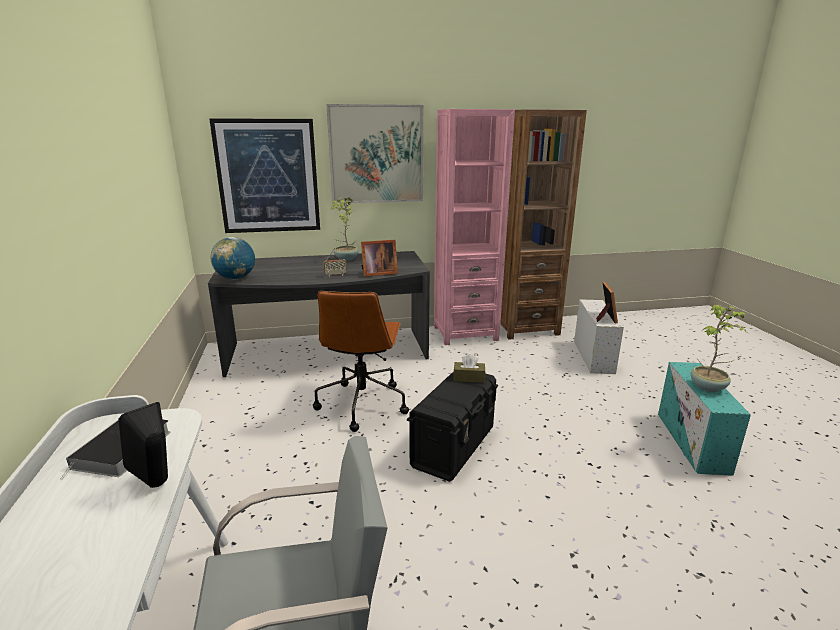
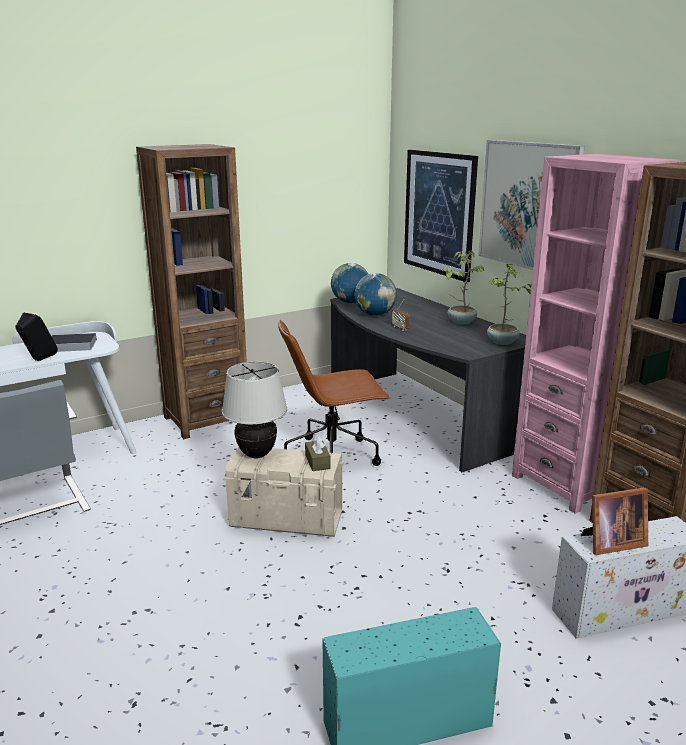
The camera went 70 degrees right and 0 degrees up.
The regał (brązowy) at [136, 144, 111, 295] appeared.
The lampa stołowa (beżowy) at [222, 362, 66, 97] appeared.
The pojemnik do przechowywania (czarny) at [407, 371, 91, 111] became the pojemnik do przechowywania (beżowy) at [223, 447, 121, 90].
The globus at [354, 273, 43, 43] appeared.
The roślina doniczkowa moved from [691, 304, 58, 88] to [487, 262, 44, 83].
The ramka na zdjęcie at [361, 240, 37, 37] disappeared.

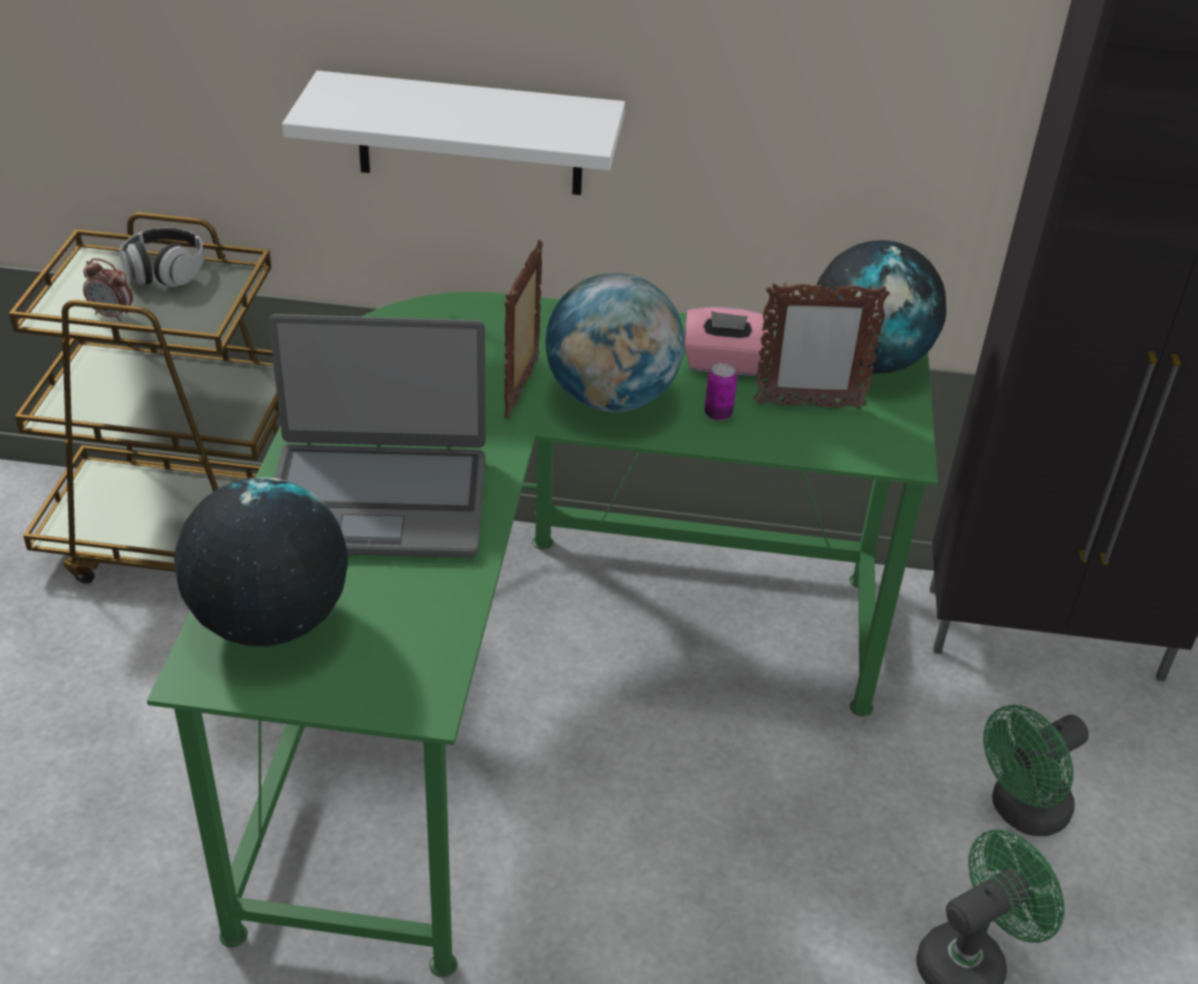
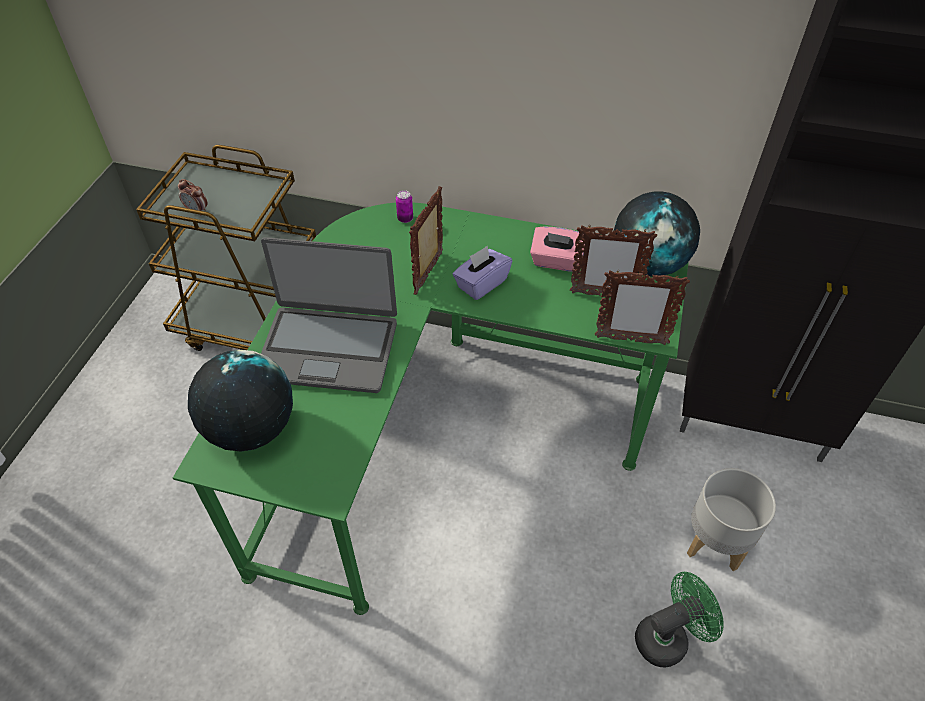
The camera went 10 degrees right and 10 degrees up.
The puszka moved from [704, 363, 33, 58] to [396, 190, 17, 33].
The globus at [545, 273, 139, 139] was replaced by the pudełko chusteczek (fioletowy) at [453, 246, 59, 54].
The ramka na zdjęcie at [595, 270, 95, 75] appeared.
The wentylator (zielony) at [983, 705, 106, 131] was replaced by the donica (szary) at [687, 468, 89, 103].
The słuchawki at [119, 227, 85, 60] disappeared.
The półka (biały) at [282, 71, 343, 124] disappeared.

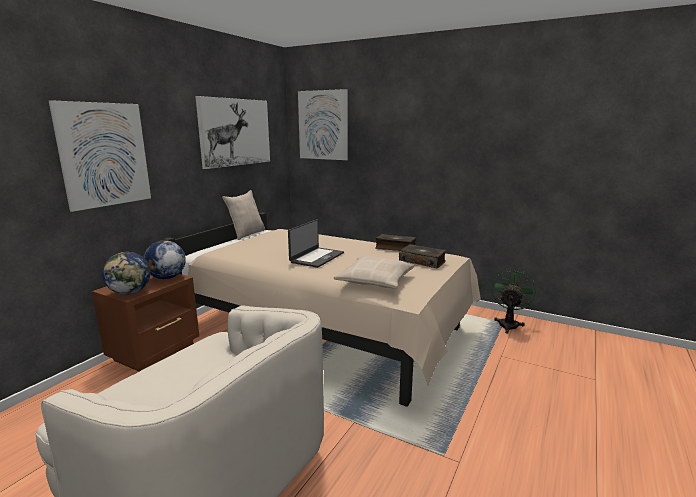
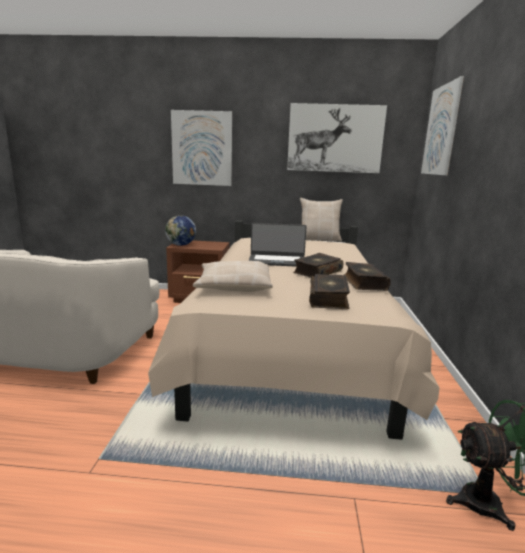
The camera went 65 degrees right and 0 degrees up.
The książka at [293, 253, 51, 25] appeared.
The globus at [143, 240, 43, 39] disappeared.

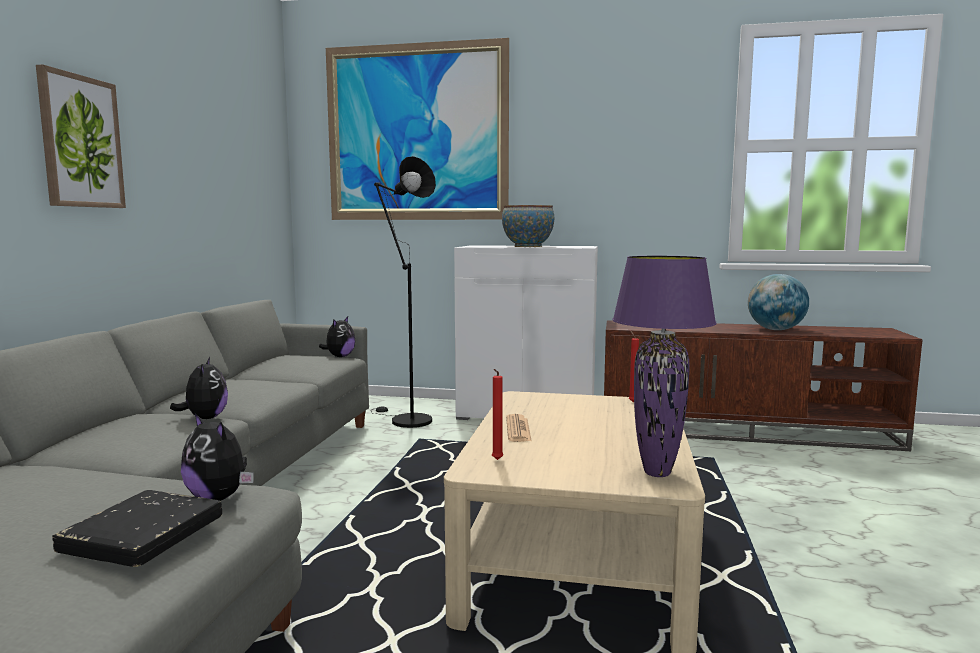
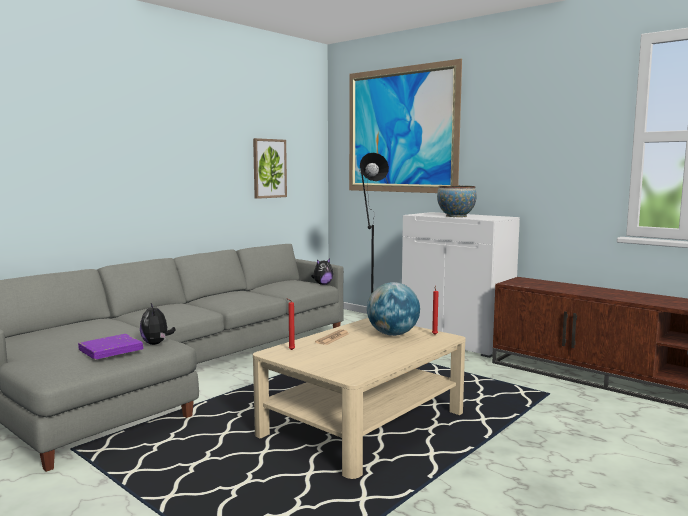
The camera went 30 degrees right and 0 degrees up.
The książka (czarny) at [52, 490, 170, 77] became the książka (fioletowy) at [78, 334, 65, 25].
The obraz moved from [36, 64, 90, 144] to [253, 138, 34, 61].
The globus moved from [748, 274, 61, 56] to [367, 282, 53, 54].
The pluszak at [170, 357, 58, 62] disappeared.
The lampa stołowa (fioletowy) at [612, 256, 105, 221] disappeared.

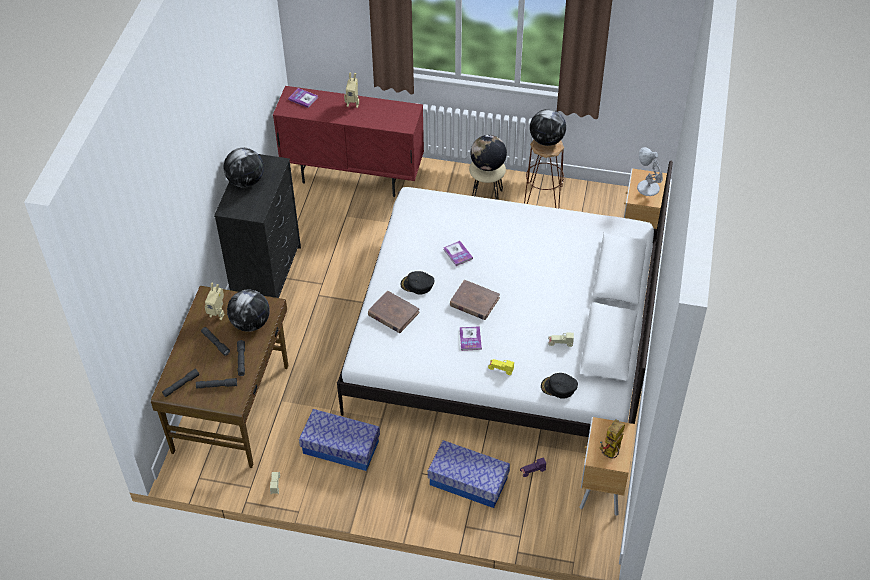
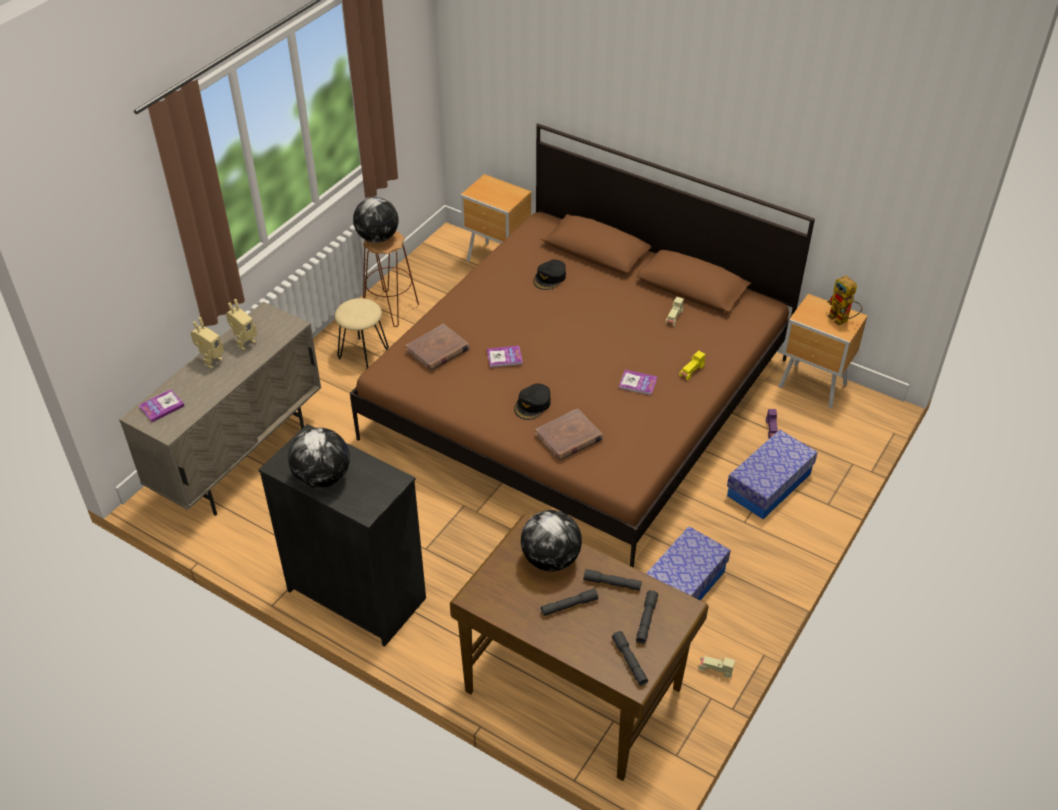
The camera went 70 degrees left and 5 degrees down.
The szafka (czerwony) at [273, 86, 151, 111] became the szafka (beżowy) at [119, 302, 202, 214].
The robot zabawkowy moved from [205, 282, 20, 38] to [226, 299, 31, 52].
The łóżko (biały) at [337, 160, 336, 277] became the łóżko (brązowy) at [350, 123, 465, 445].
The książka (brązowy) moved from [450, 280, 50, 40] to [406, 324, 64, 47].
The czapka z daszkiem (czarny) moved from [541, 373, 37, 26] to [533, 260, 33, 30].
The globus at [470, 135, 37, 36] disappeared.
The lampa stołowa (biały) at [637, 147, 26, 49] disappeared.

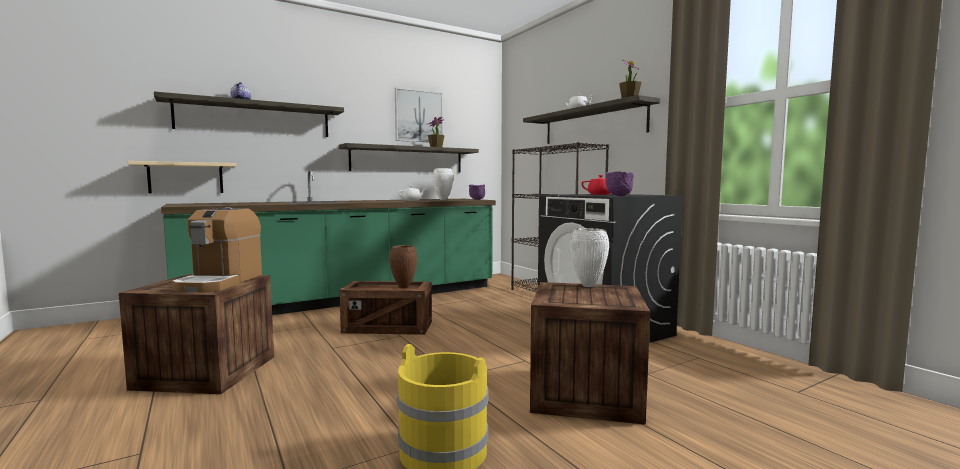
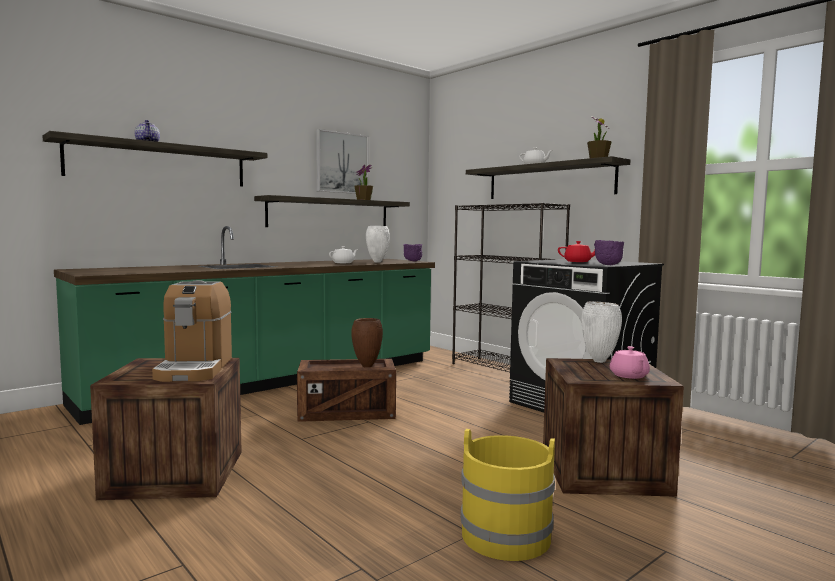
The camera went 10 degrees left and 0 degrees up.
The imbryk (różowy) at [610, 346, 40, 33] appeared.
The półka (beżowy) at [128, 161, 108, 33] disappeared.

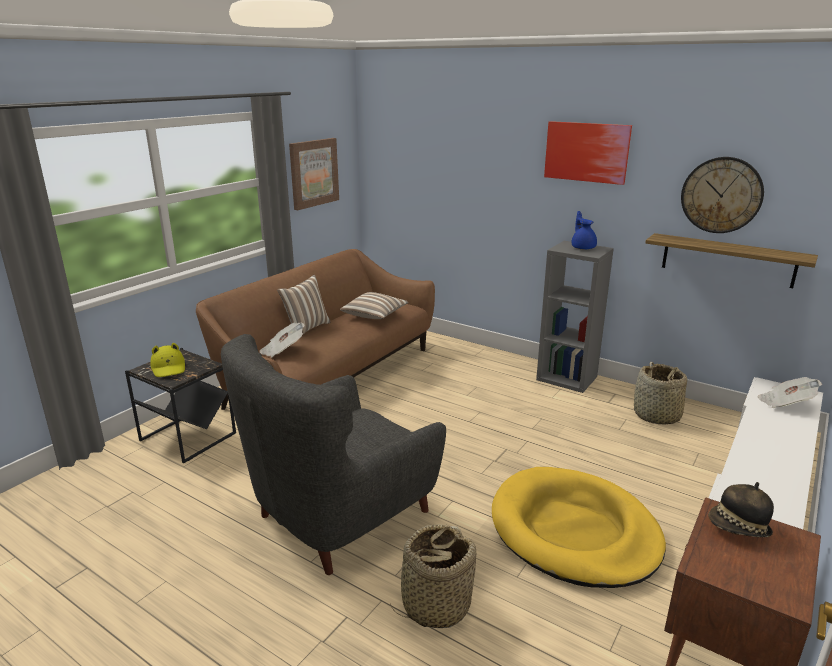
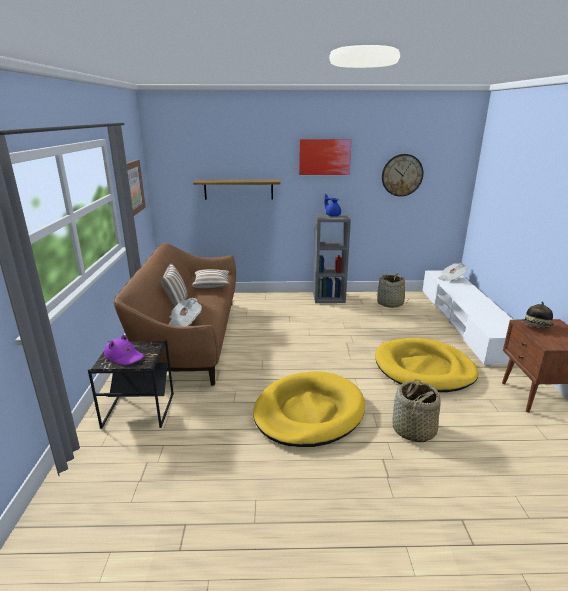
The camera went 35 degrees left and 0 degrees up.
The kapelusz (żółty) at [150, 343, 35, 34] became the kapelusz (fioletowy) at [104, 335, 40, 30].
The półka moved from [646, 233, 172, 55] to [193, 179, 88, 21].
The fotel (szary) at [221, 334, 225, 241] was replaced by the legowisko (żółty) at [253, 371, 112, 76].

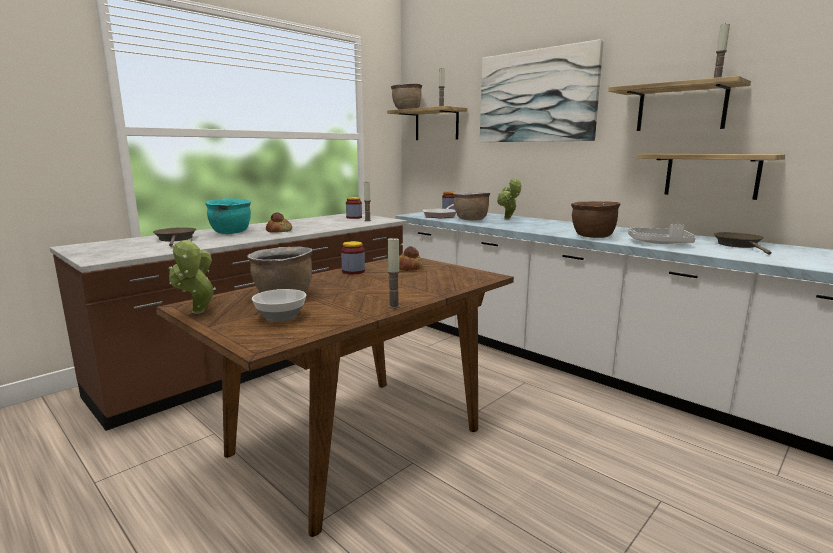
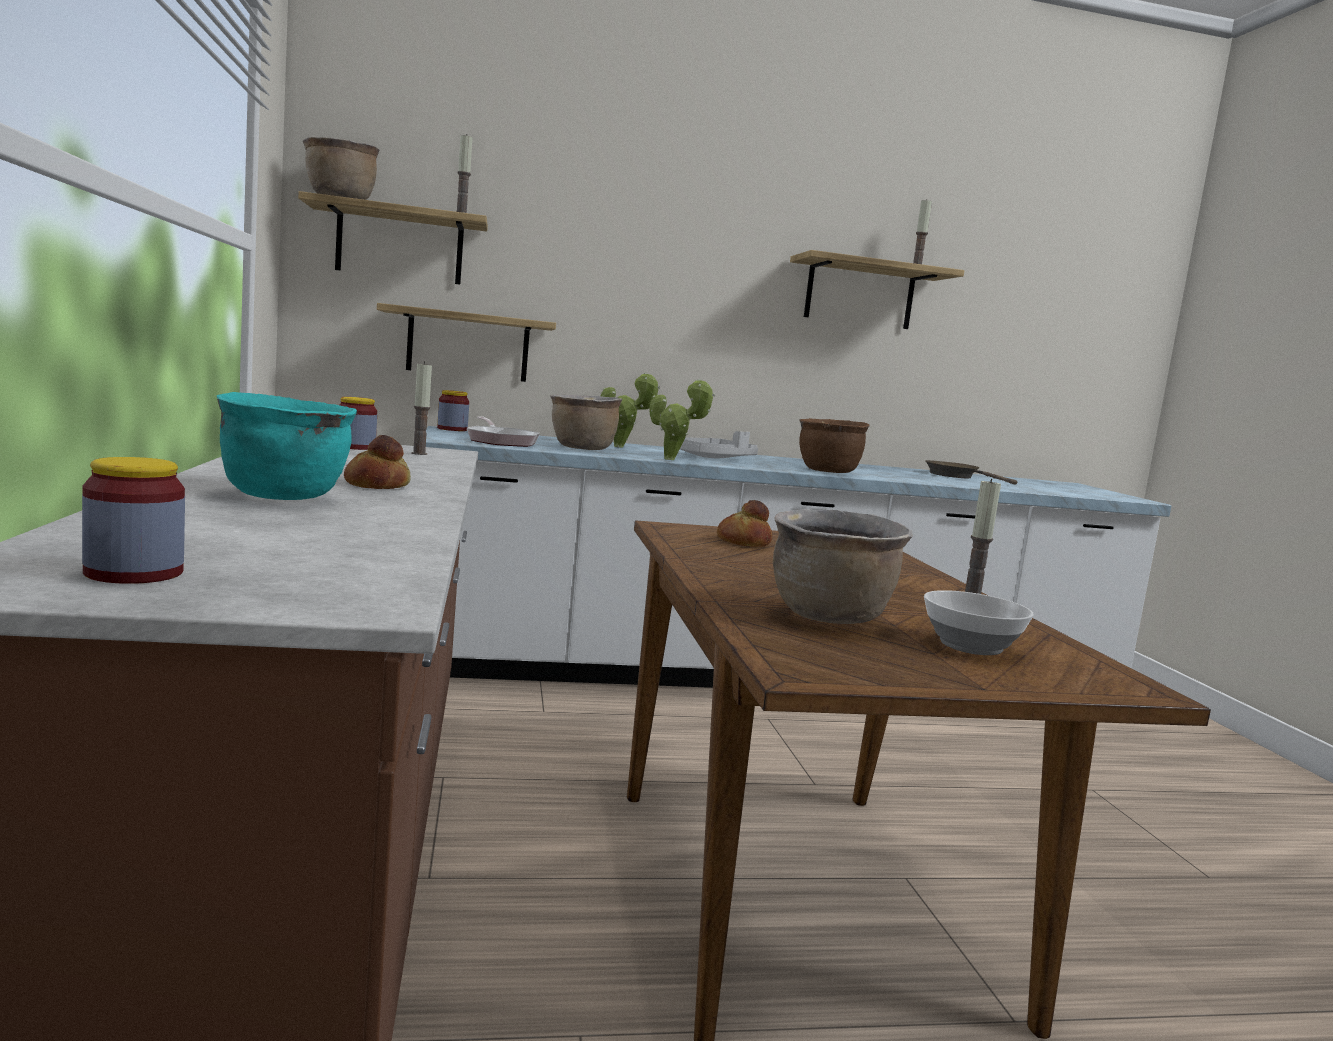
The camera went 55 degrees left and 5 degrees down.
The słoik moved from [341, 241, 24, 33] to [82, 457, 103, 127].
The półka moved from [637, 154, 148, 46] to [377, 303, 179, 79].
The roślina doniczkowa moved from [168, 238, 48, 76] to [649, 379, 66, 81].
The taca (szary) moved from [628, 224, 68, 20] to [680, 431, 78, 27].
The patelnia (brązowy) at [153, 227, 43, 20] disappeared.
The obraz at [480, 39, 124, 103] disappeared.

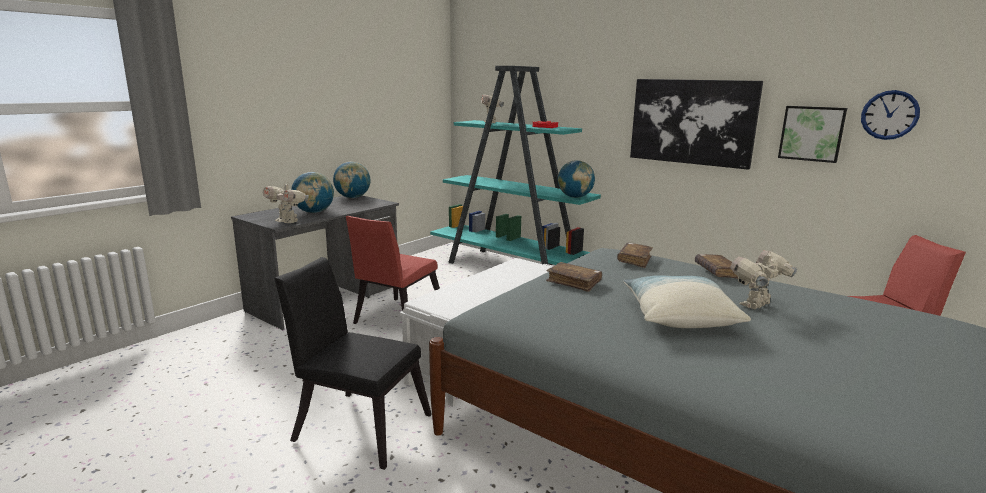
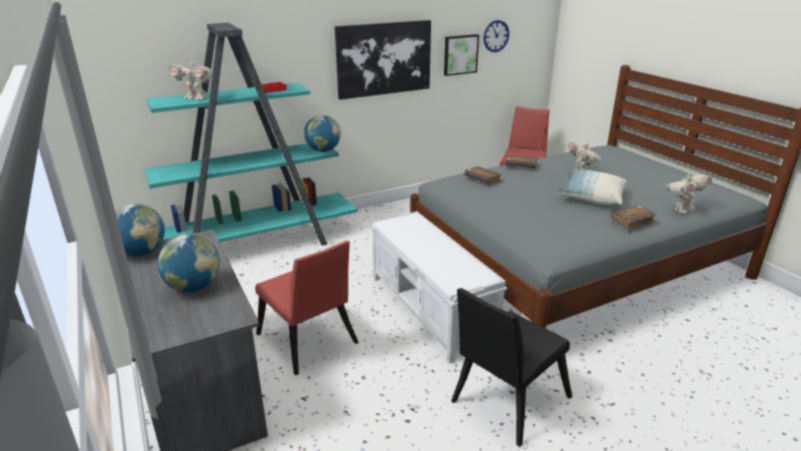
The camera went 65 degrees left and 10 degrees up.
The książka (brązowy) moved from [546, 262, 56, 30] to [611, 205, 46, 25].
The robot zabawkowy moved from [263, 183, 46, 40] to [666, 170, 46, 44].

